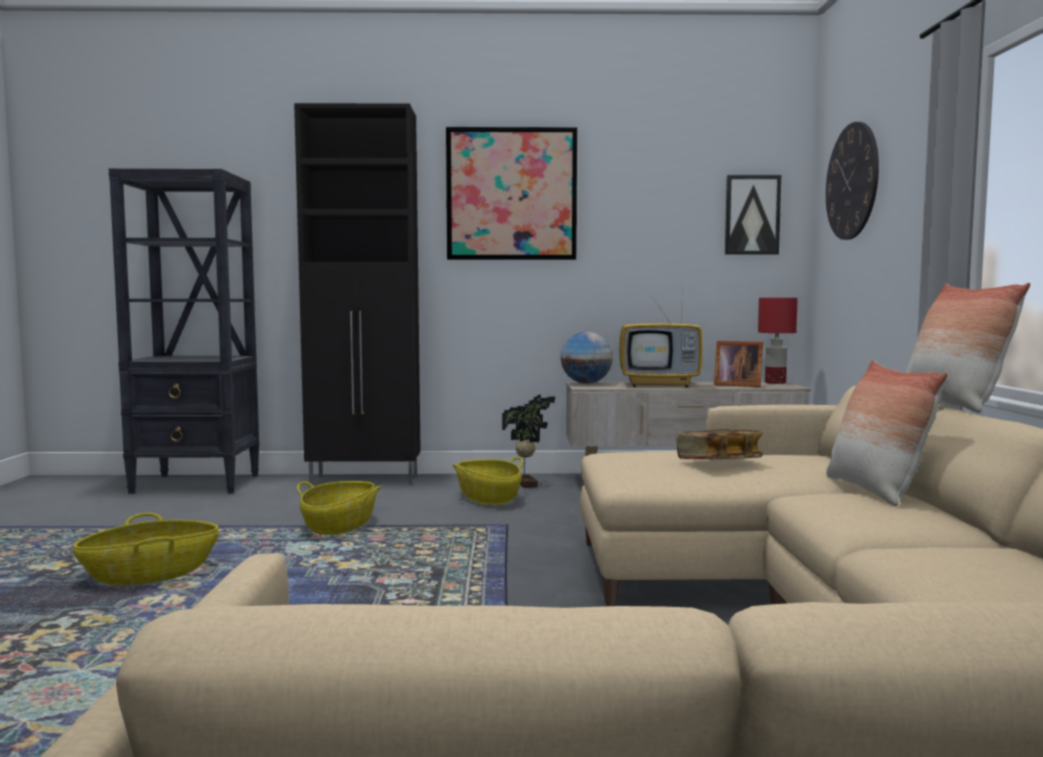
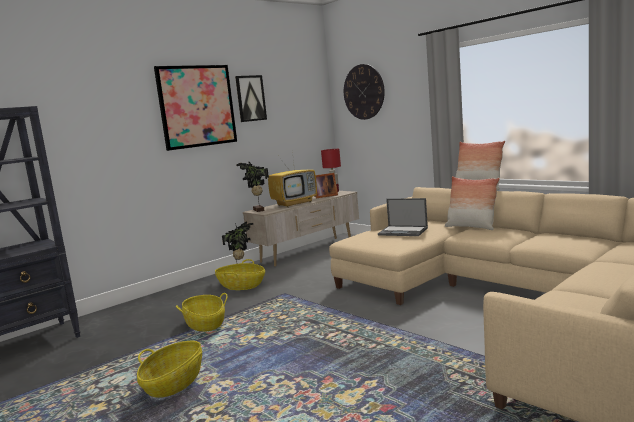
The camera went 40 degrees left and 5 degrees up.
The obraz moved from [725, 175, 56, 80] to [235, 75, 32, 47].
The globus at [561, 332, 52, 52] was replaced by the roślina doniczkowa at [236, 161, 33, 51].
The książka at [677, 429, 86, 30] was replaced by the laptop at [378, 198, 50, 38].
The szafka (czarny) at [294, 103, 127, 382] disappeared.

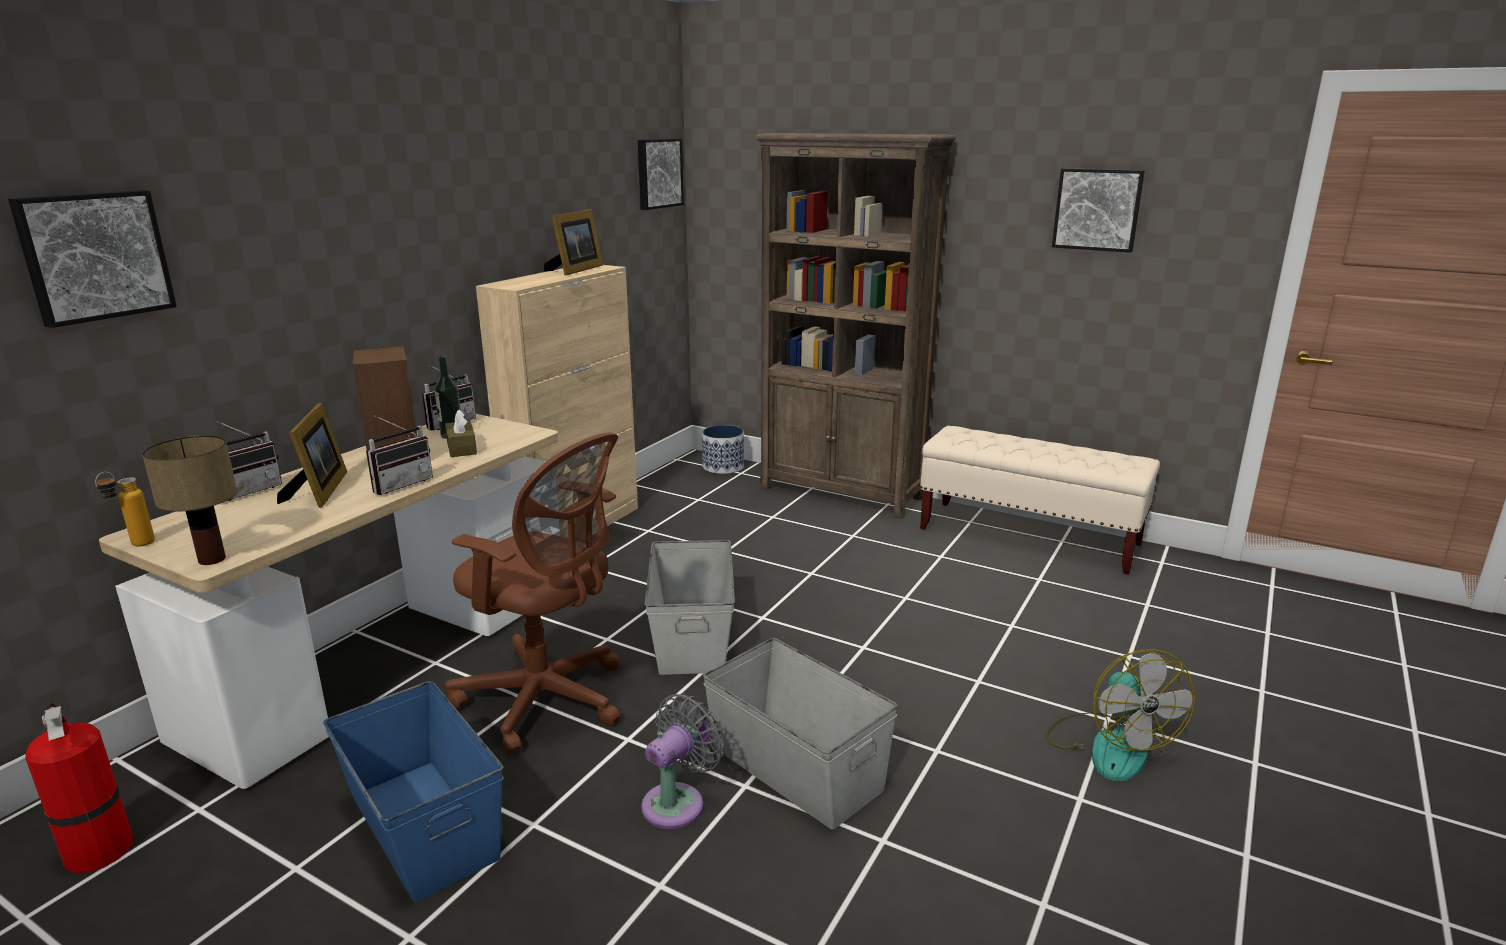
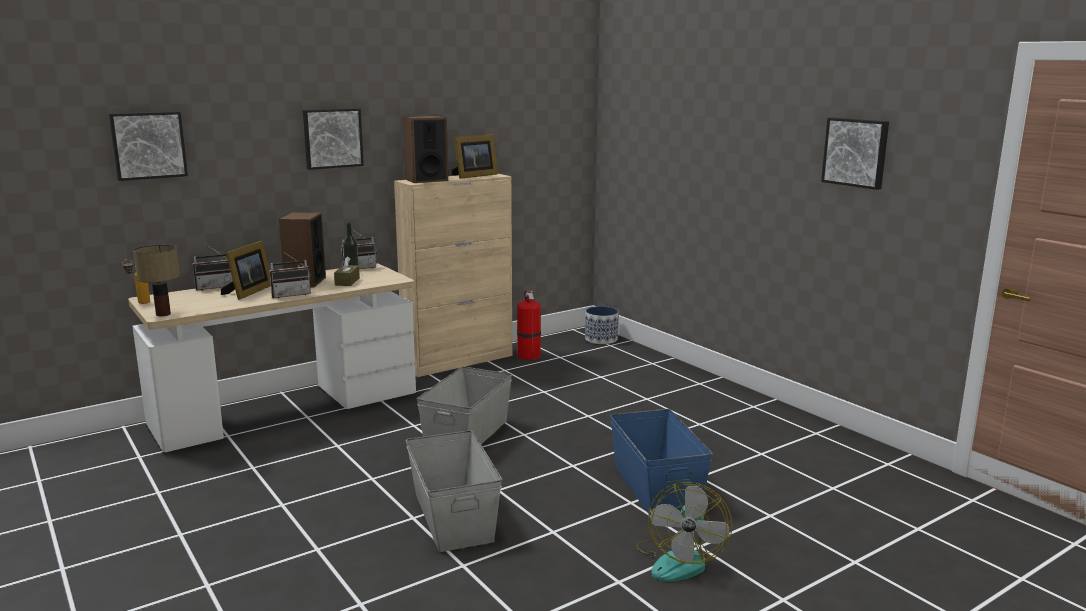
The camera went 25 degrees right and 5 degrees down.
The obraz moved from [638, 138, 46, 72] to [303, 108, 61, 62].
The głośnik at [403, 116, 45, 67] appeared.
The gaśnica moved from [25, 703, 108, 170] to [517, 291, 24, 69].
The pojemnik do przechowywania (niebieski) moved from [323, 681, 181, 221] to [610, 409, 103, 107].
The krzesło biurowe (brązowy) at [445, 432, 175, 323] disappeared.
The wentylator (szary) at [641, 693, 83, 136] disappeared.
The regał (brązowy) at [755, 133, 201, 386] disappeared.
The ławka (beżowy) at [920, 426, 240, 149] disappeared.

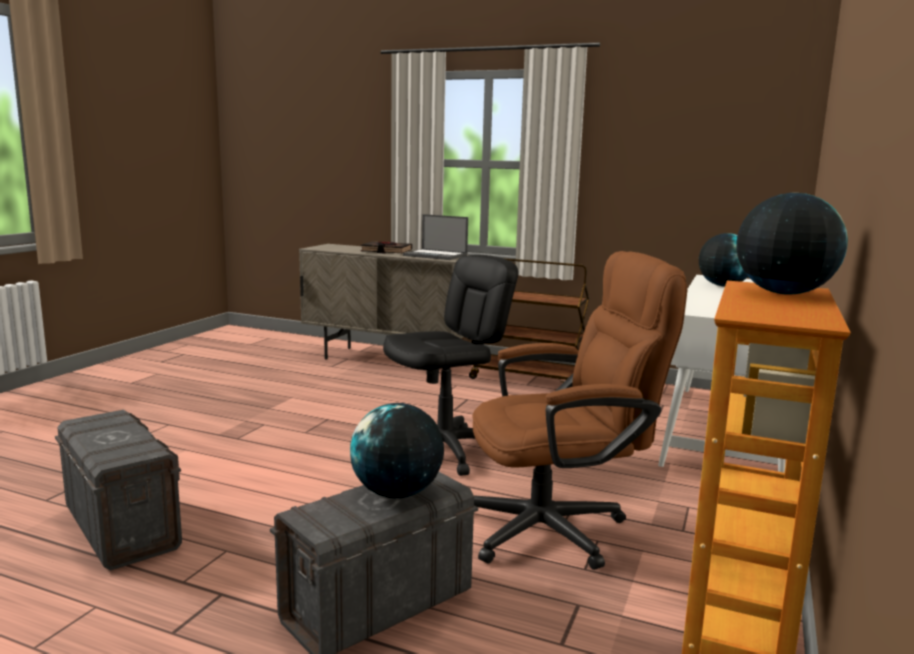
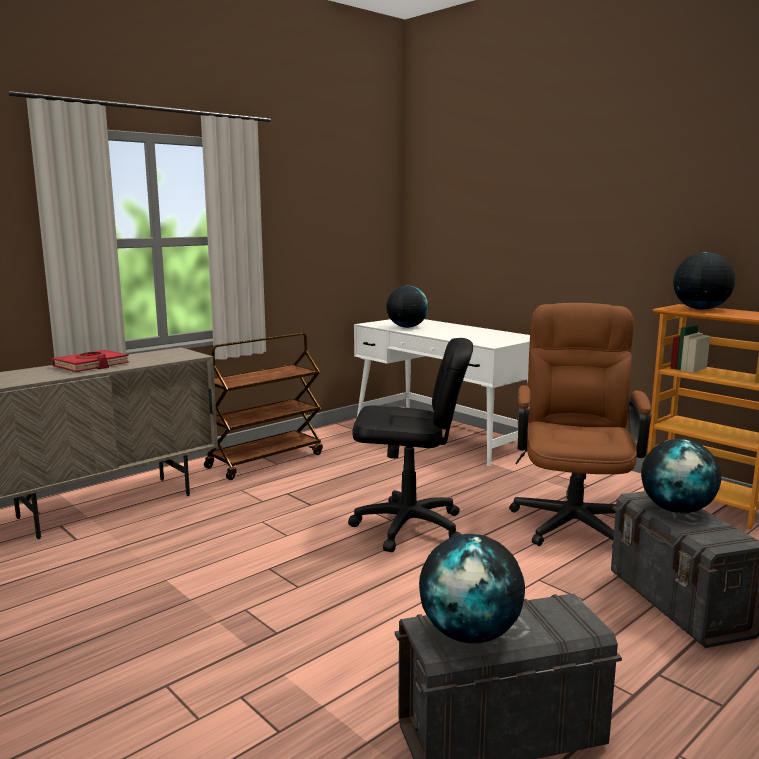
The camera went 65 degrees left and 0 degrees up.
The książka (czarny) at [361, 241, 51, 13] became the książka (czerwony) at [51, 350, 78, 22].
The krzesło biurowe (czarny) at [383, 255, 135, 221] turned 105 degrees clockwise.
The globus at [419, 534, 106, 109] appeared.
The laptop at [403, 214, 65, 46] disappeared.

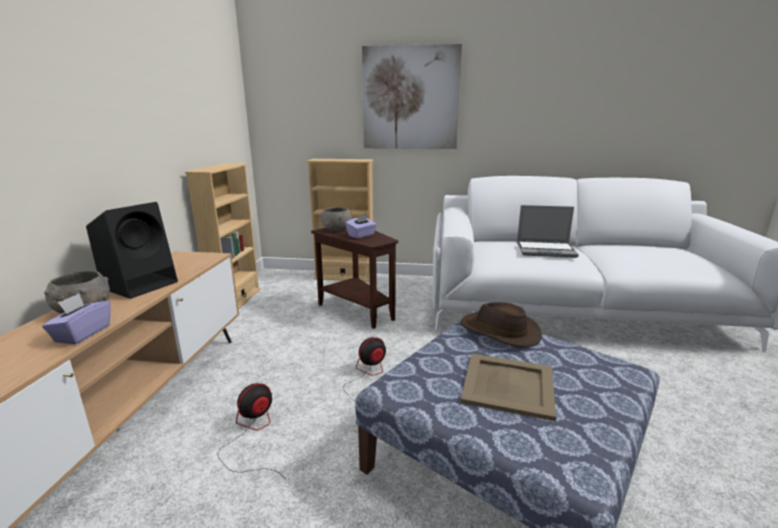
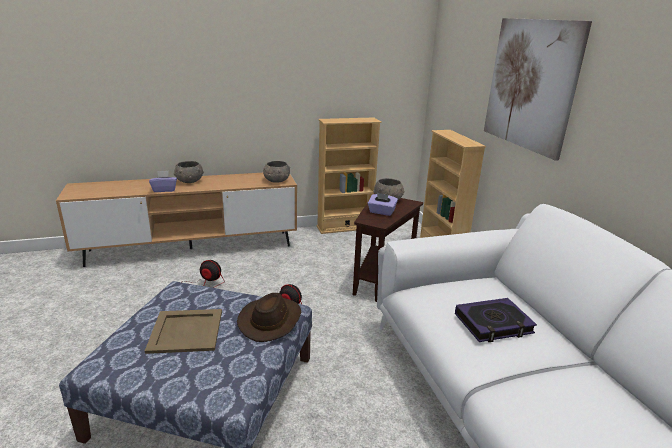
The camera went 65 degrees right and 5 degrees up.
The miska (szary) at [263, 161, 27, 22] appeared.
The laptop at [517, 205, 62, 53] was replaced by the książka at [455, 298, 82, 44].
The głośnik (czarny) at [86, 202, 92, 97] disappeared.

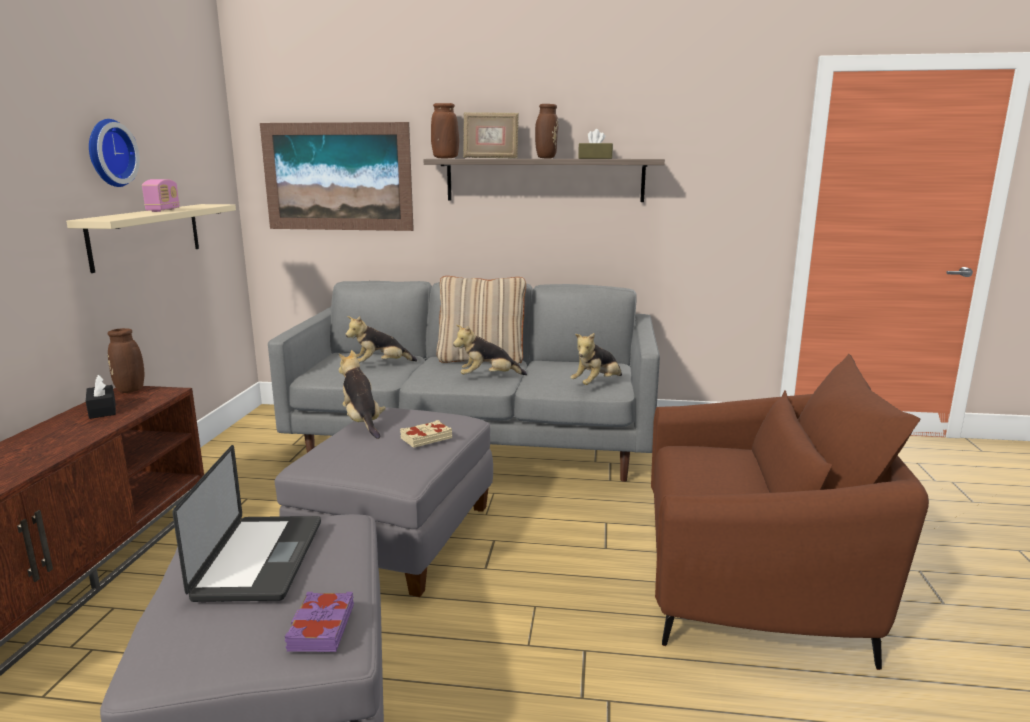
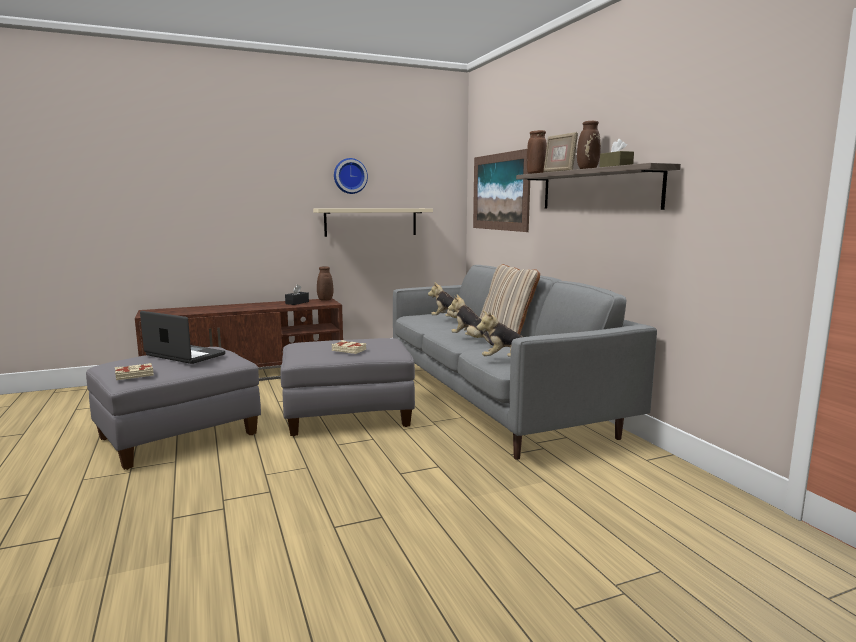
The camera went 60 degrees right and 5 degrees down.
The książka (fioletowy) at [285, 592, 69, 60] became the książka (beżowy) at [115, 363, 39, 17].
The laptop at [172, 445, 149, 157] turned 120 degrees counterclockwise.
The radio at [142, 179, 38, 33] disappeared.
The pluszak at [339, 350, 47, 89] disappeared.
The fotel (brązowy) at [651, 354, 278, 316] disappeared.

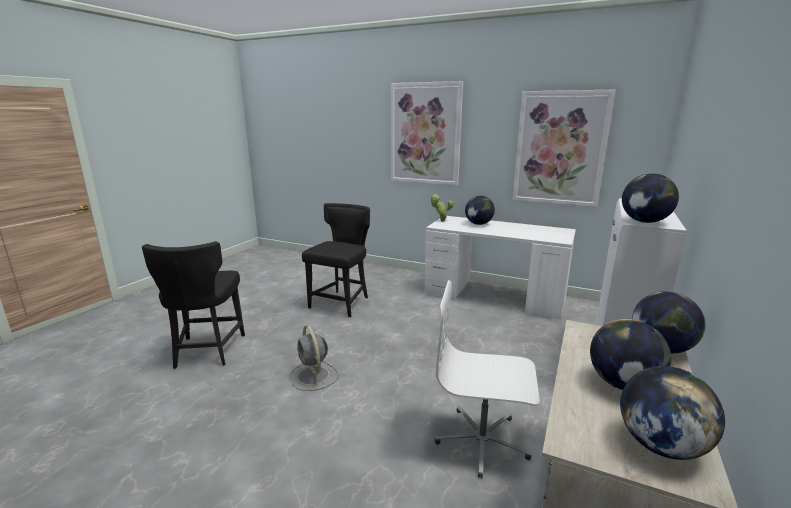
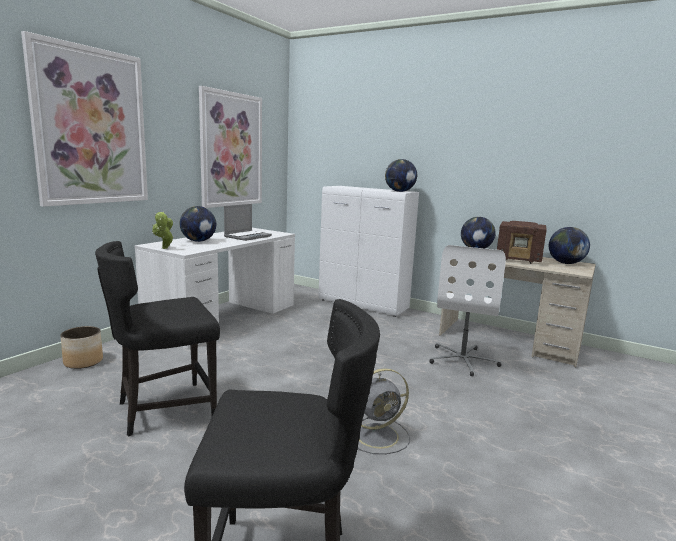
The camera went 85 degrees left and 5 degrees down.
The donica at [60, 326, 43, 43] appeared.
The krzesło (czarny) at [302, 203, 68, 114] turned 60 degrees counterclockwise.
The laptop at [224, 204, 48, 37] appeared.
The globus at [590, 319, 81, 71] was replaced by the radio at [497, 221, 50, 43].

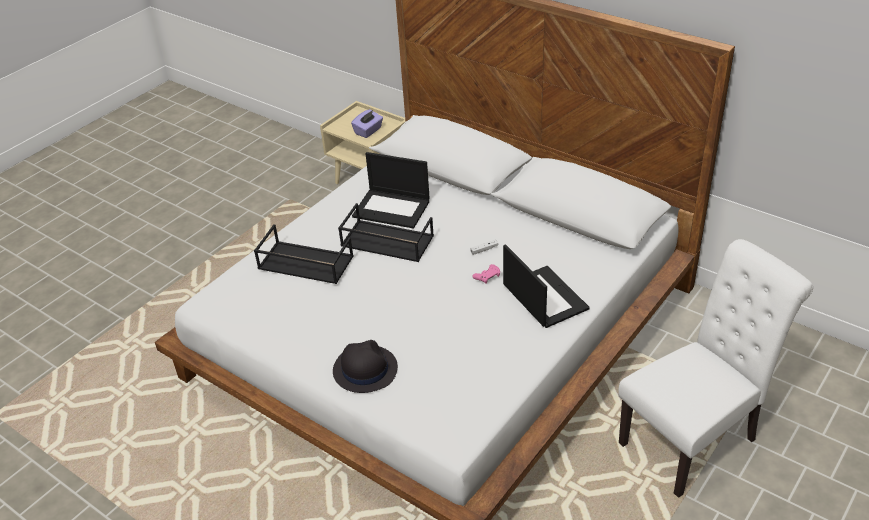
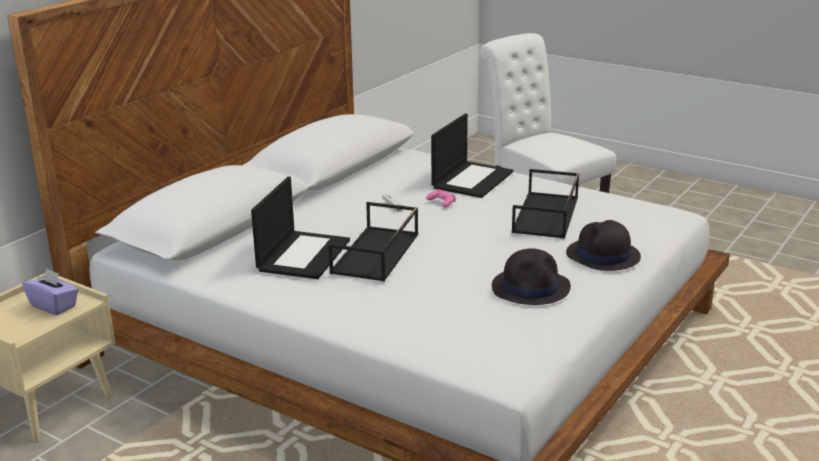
The camera went 95 degrees left and 15 degrees down.
The laptop at [503, 244, 87, 84] turned 150 degrees clockwise.
The kapelusz (czarny) at [492, 248, 79, 57] appeared.
The taca (czarny) moved from [254, 224, 100, 60] to [512, 169, 67, 70].

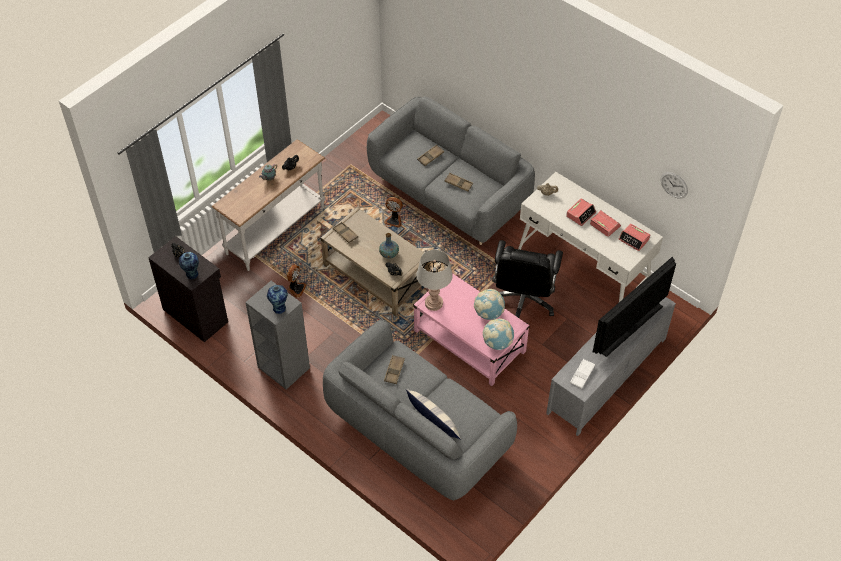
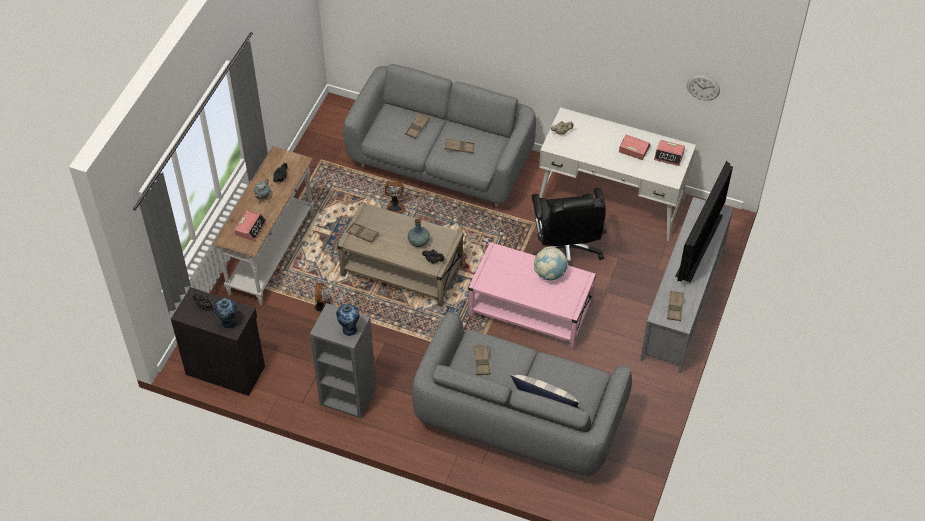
The camera went 20 degrees left and 0 degrees up.
The budzik moved from [566, 198, 30, 28] to [234, 211, 33, 30].
The taca (biały) at [570, 359, 25, 29] became the taca (brązowy) at [667, 291, 17, 30].
The lampa stołowa (szary) at [416, 250, 37, 61] disappeared.
The globus at [483, 318, 31, 32] disappeared.

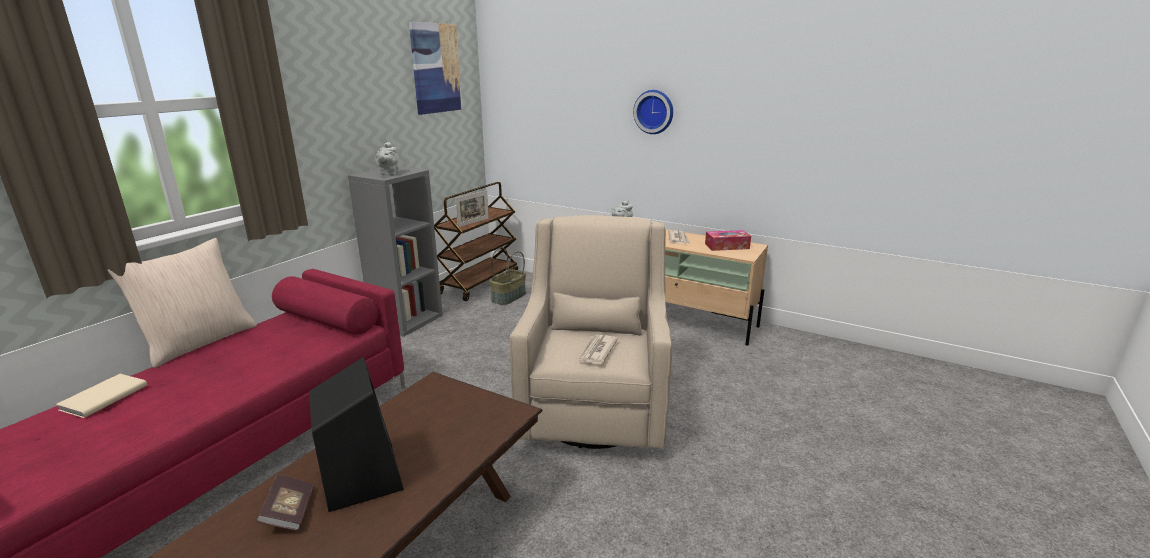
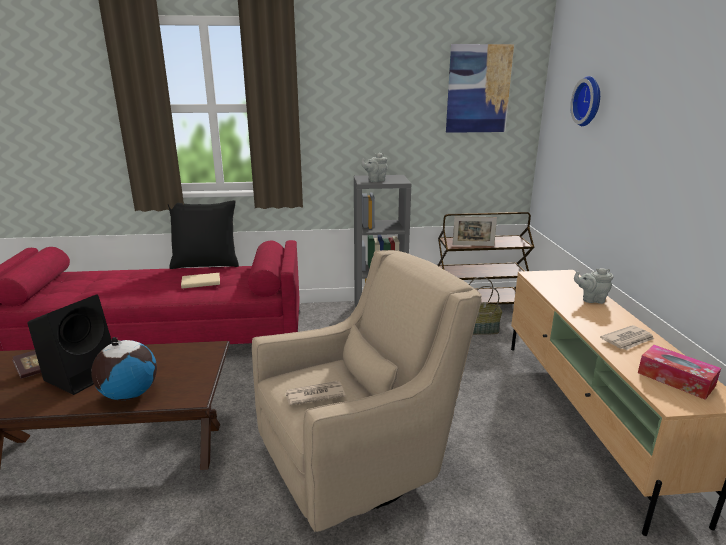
The camera went 55 degrees right and 0 degrees up.
The globus at [91, 337, 66, 63] appeared.
The poduszka (beżowy) at [108, 238, 149, 130] became the poduszka (czarny) at [168, 200, 71, 69].
The książka (beżowy) moved from [56, 374, 91, 44] to [181, 273, 39, 16].
The zegar ścienny moved from [633, 90, 40, 44] to [570, 76, 30, 50].

